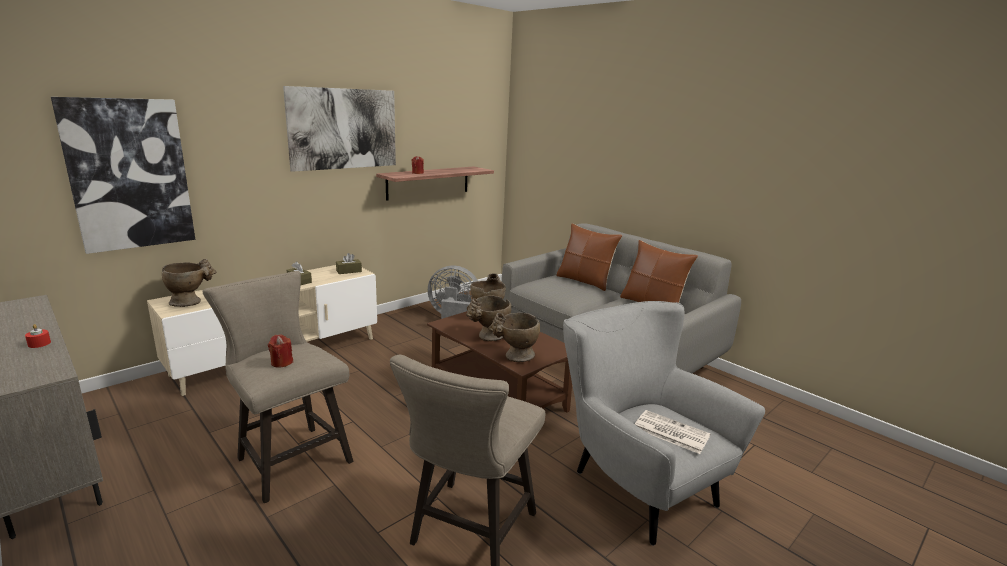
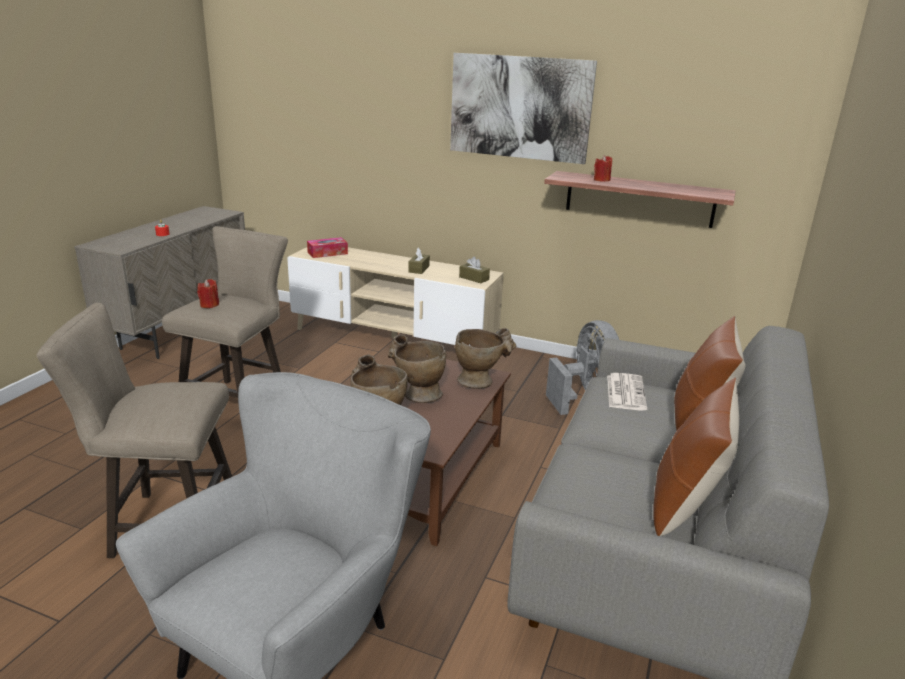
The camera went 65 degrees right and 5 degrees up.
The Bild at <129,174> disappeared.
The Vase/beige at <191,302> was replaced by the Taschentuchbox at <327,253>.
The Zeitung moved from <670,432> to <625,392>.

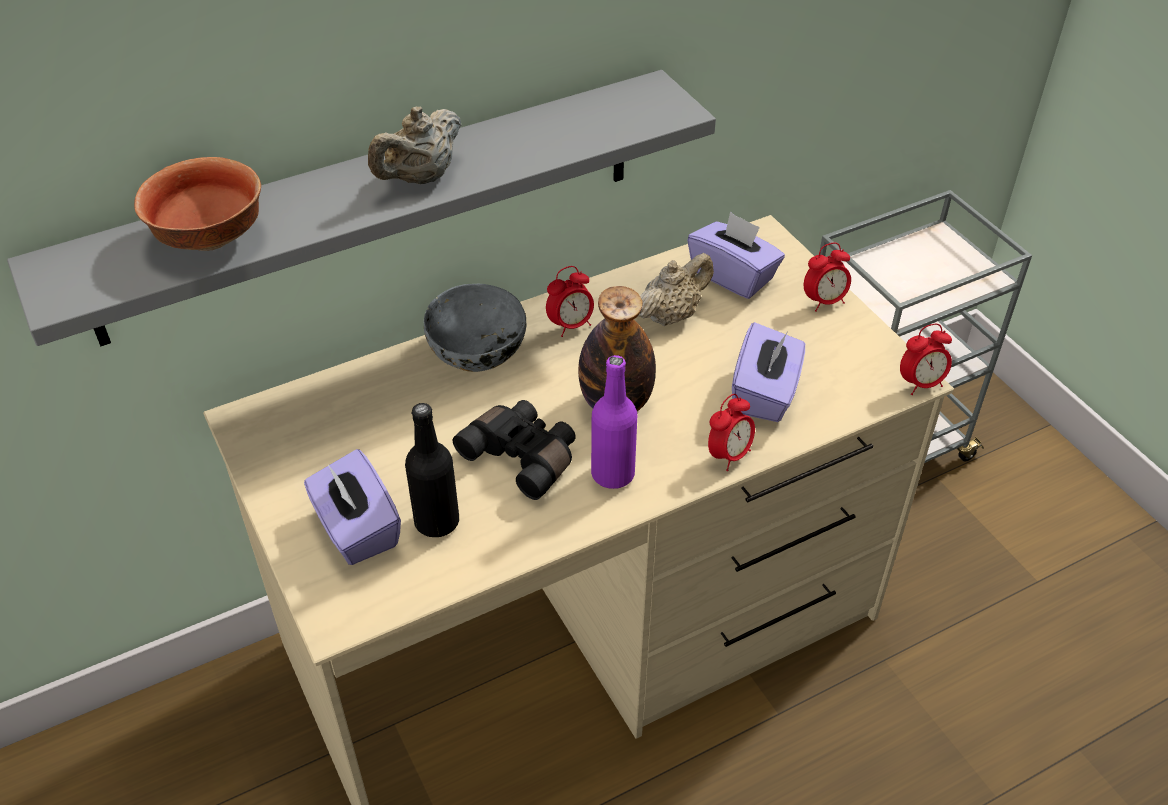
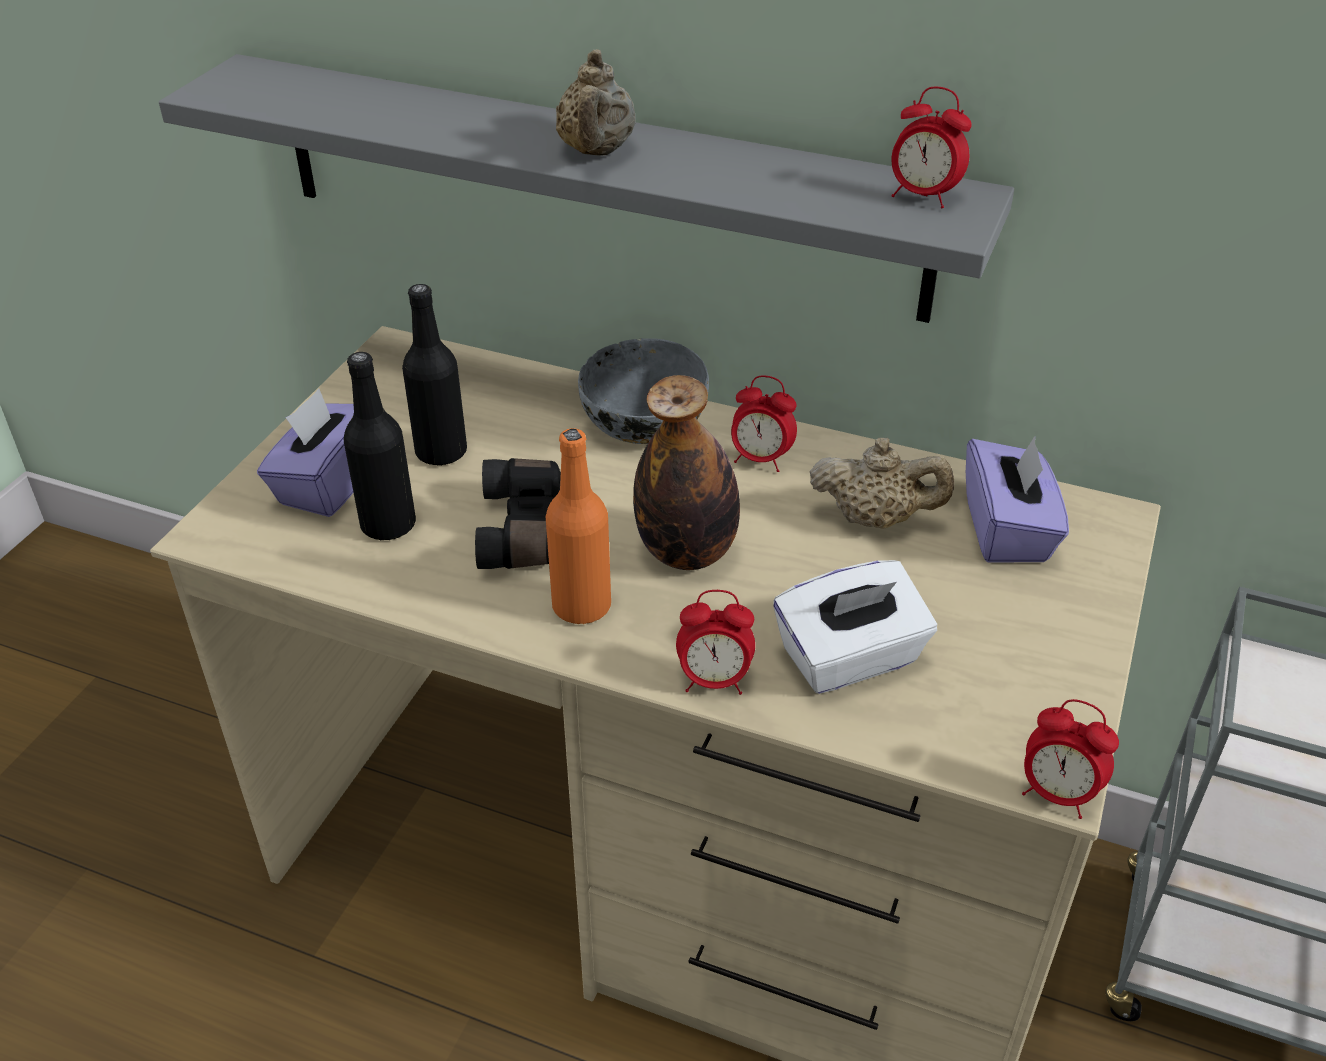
The camera went 50 degrees right and 5 degrees down.
The Teekanne/beige at <420,178> turned 90 degrees counterclockwise.
The Schüssel at <209,239> disappeared.
The Wecker moved from <824,301> to <922,197>.
The Taschentuchbox/lila at <765,394> became the Taschentuchbox/weiß at <850,659>.
The Flasche/lila at <612,474> became the Flasche/orange at <581,606>.
The Flasche/schwarz at <441,452> appeared.

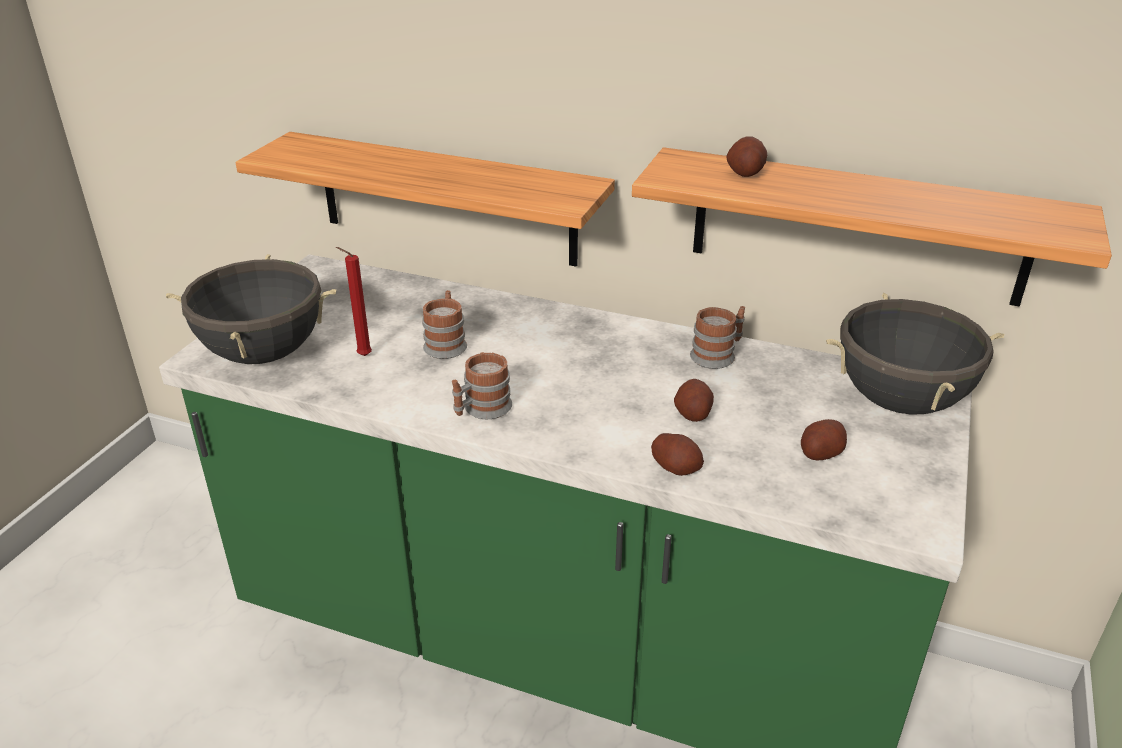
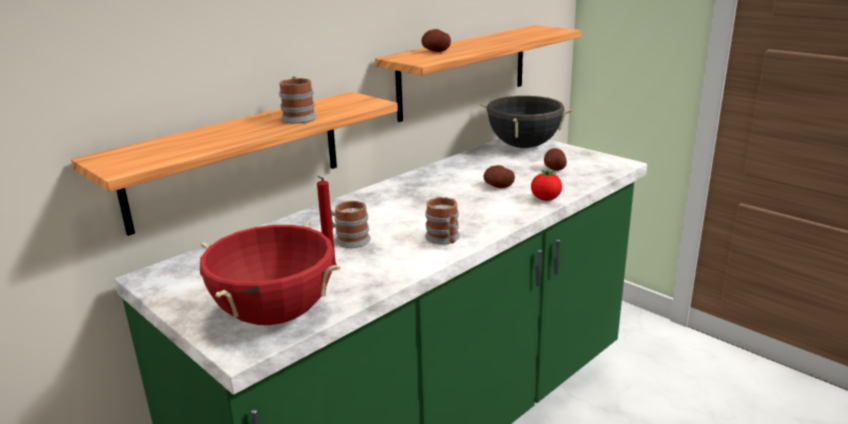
The camera went 65 degrees left and 10 degrees down.
The Kochtopf/schwarz at <264,353> became the Kochtopf/rot at <275,314>.
The Henkelbecher moved from <718,354> to <298,117>.
The Kartoffel at <676,467> was replaced by the Tomate at <545,199>.

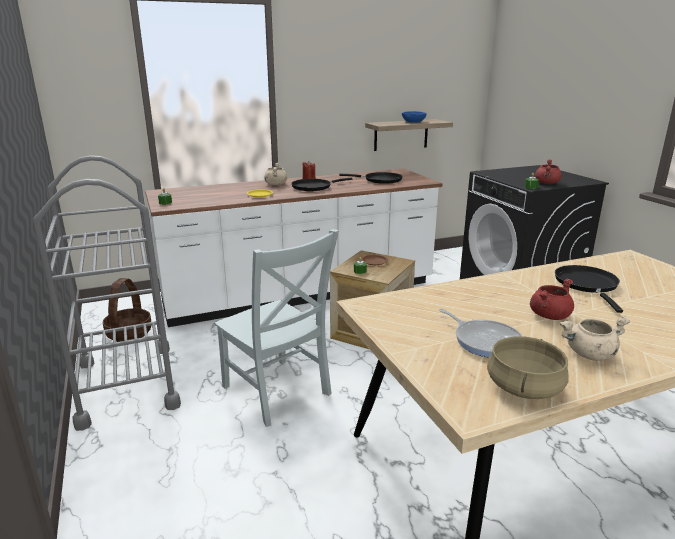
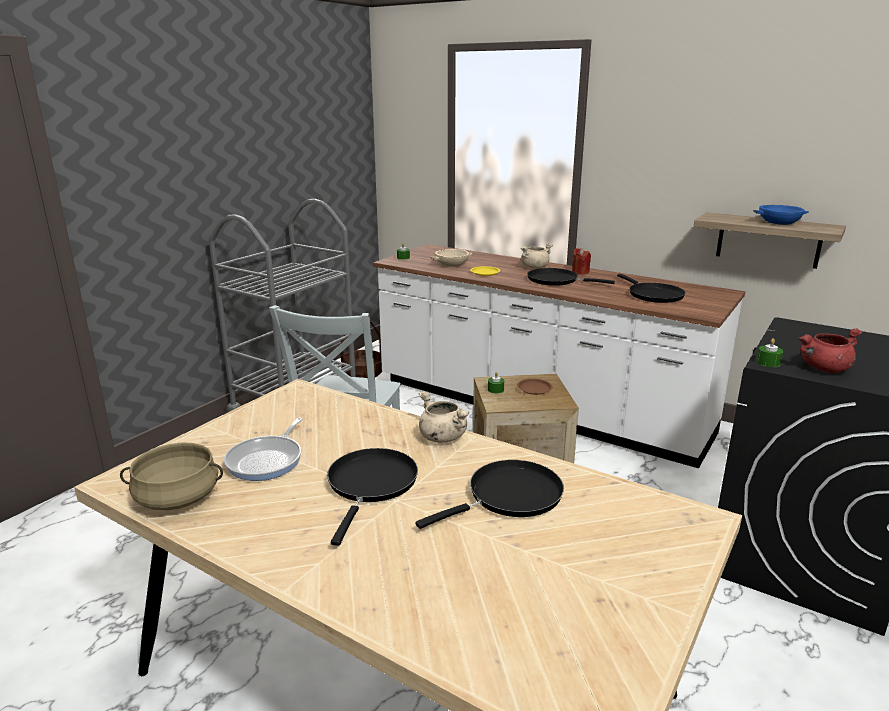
The camera went 55 degrees right and 0 degrees up.
The Kochtopf/rot at <549,315> was replaced by the Pfanne/schwarz at <371,485>.
The Kochtopf/beige moved from <589,354> to <441,437>.
The Schüssel/beige at <451,264> appeared.

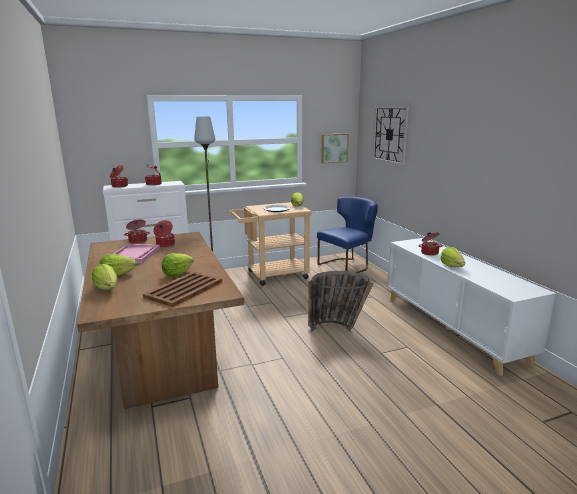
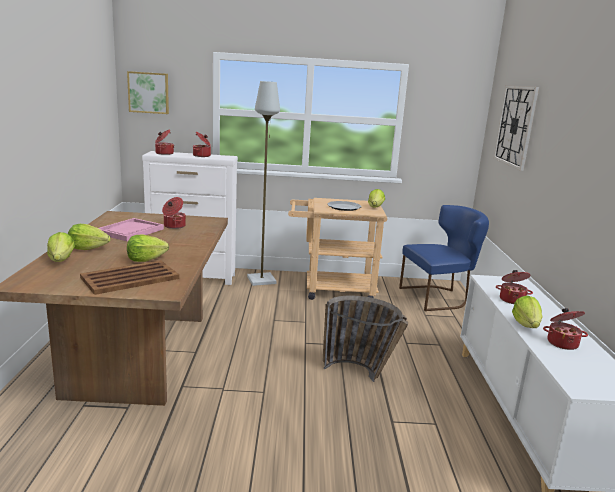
The camera went 20 degrees right and 0 degrees up.
The Bild moved from <334,148> to <148,92>.
The Kochtopf moved from <138,241> to <562,343>.

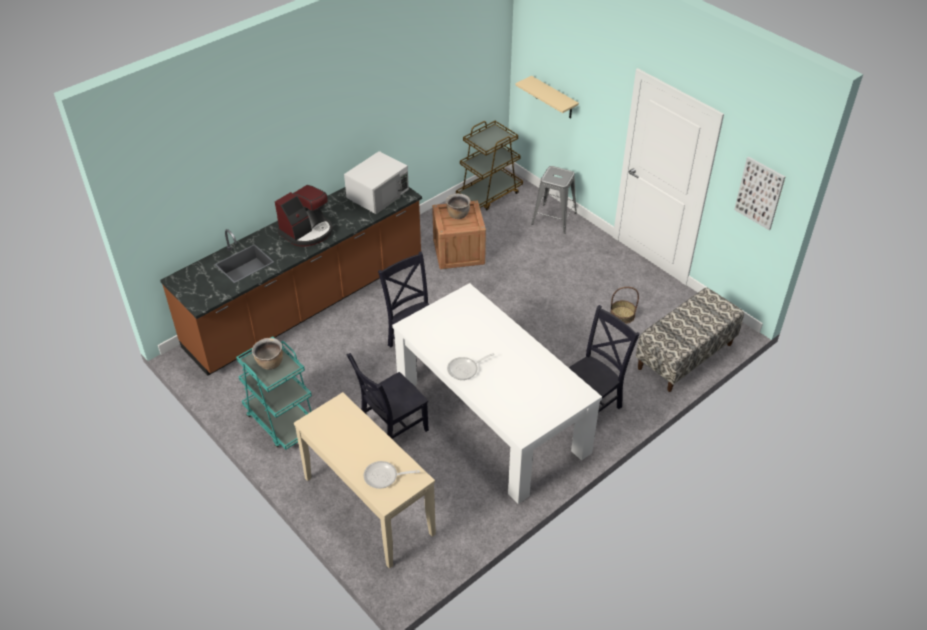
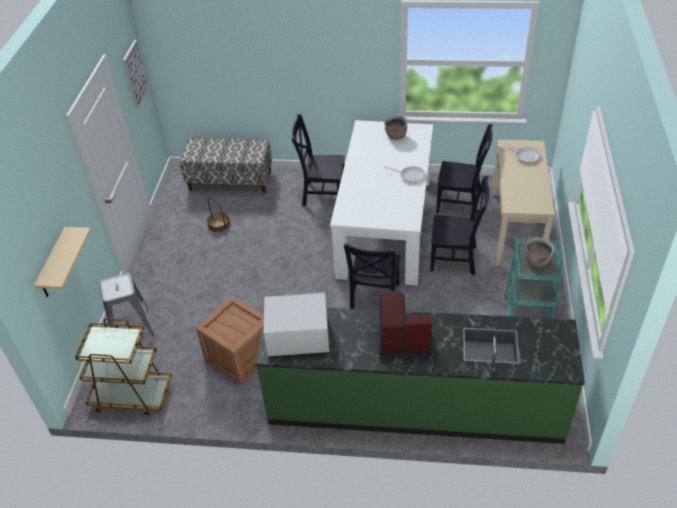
The camera went 130 degrees left and 0 degrees up.
The Küchenzeile/braun at <307,303> became the Küchenzeile/grün at <414,404>.
The Kochtopf/braun moved from <458,214> to <396,136>.
The Stuhl/schwarz at <461,203> appeared.

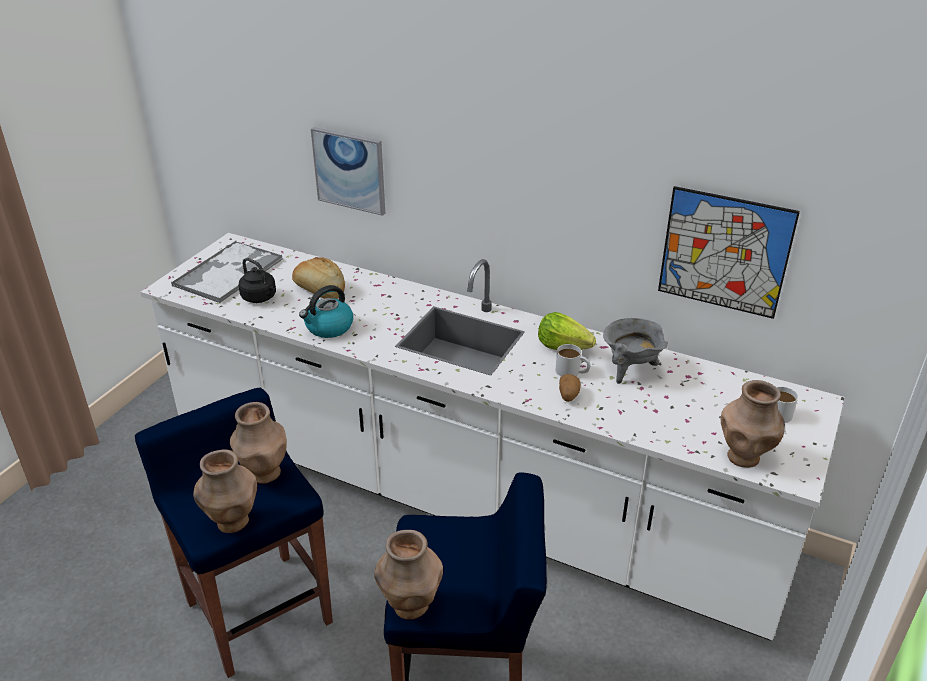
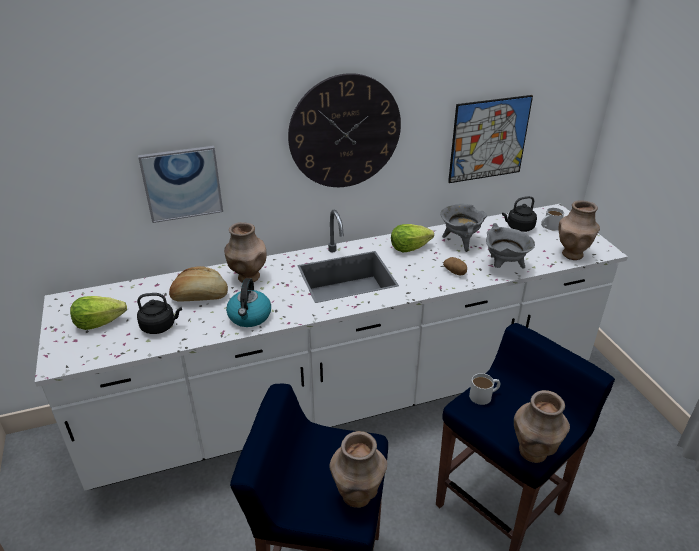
The camera went 45 degrees left and 0 degrees up.
The Tablett at <229,272> was replaced by the Salatkopf at <99,323>.
The Henkelbecher/weiß moved from <572,372> to <484,395>.
The Vase/braun moved from <264,473> to <248,277>.
The Wanduhr at <345,132> appeared.
The Wasserkessel/schwarz at <518,227> appeared.
The Kochtopf/grau at <504,266> appeared.

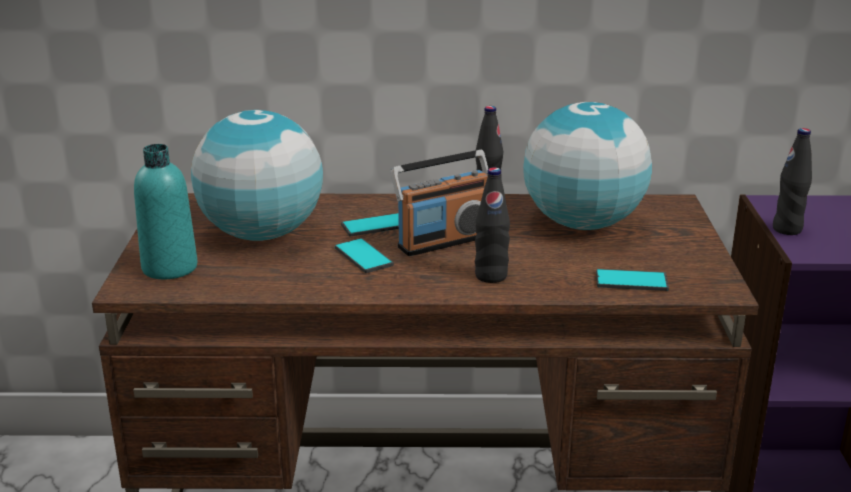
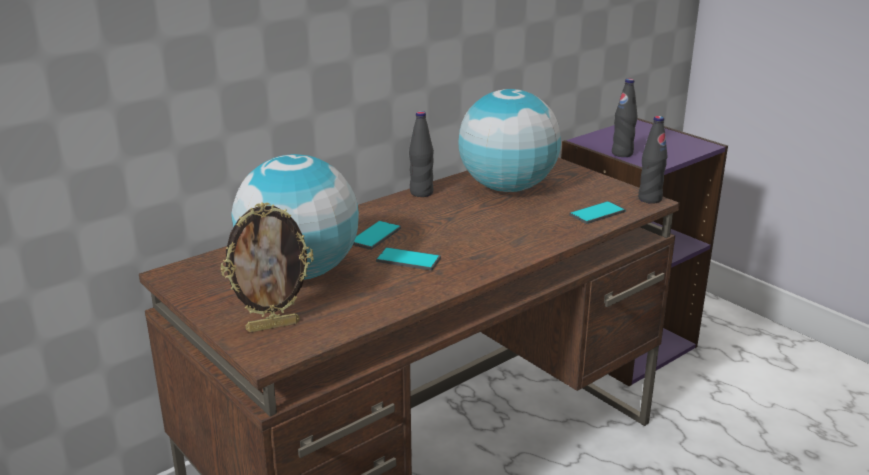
The camera went 40 degrees left and 0 degrees up.
The Flasche/türkis at <170,268> was replaced by the Bilderrahmen at <273,326>.
The Radio at <443,241> disappeared.
The Flasche/schwarz moved from <491,276> to <649,199>.

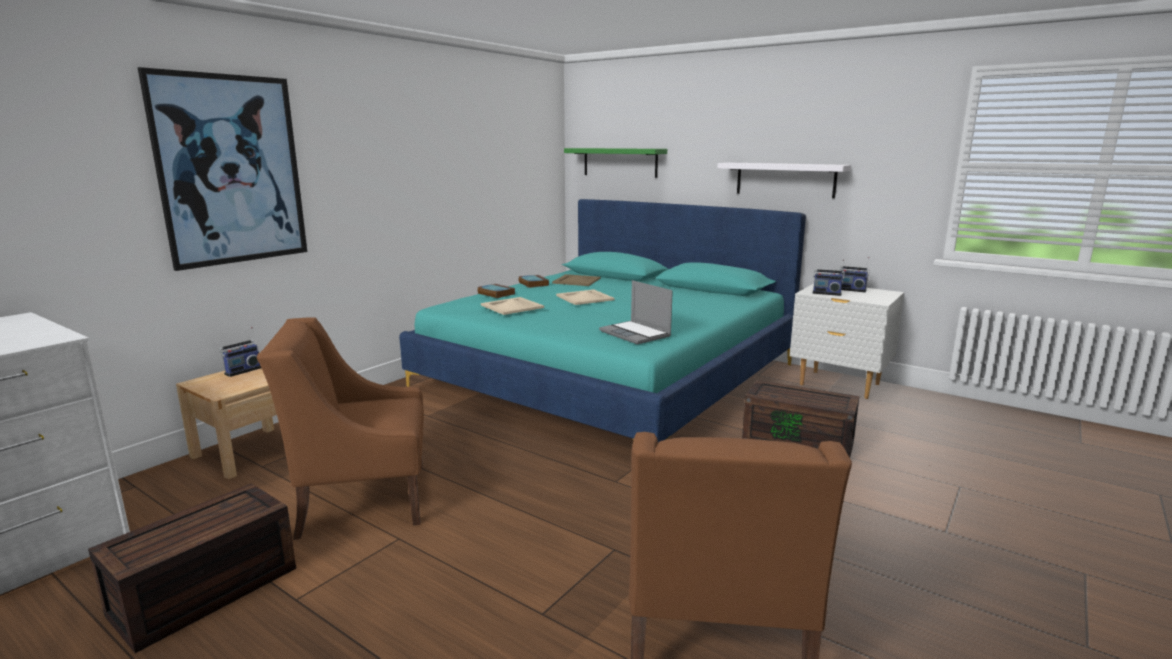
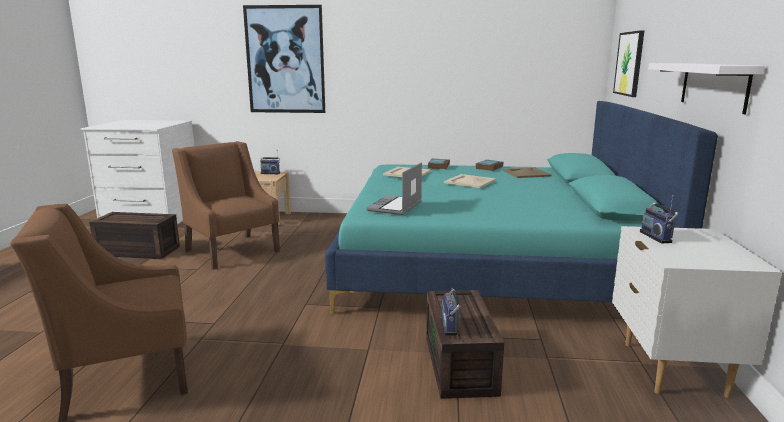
The camera went 60 degrees right and 0 degrees up.
The Wandregal/grün at <620,162> was replaced by the Bild at <629,63>.
The Radio moved from <851,289> to <450,326>.

